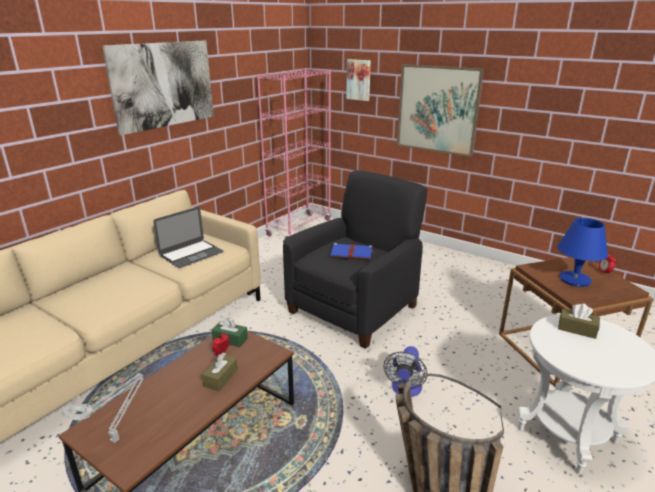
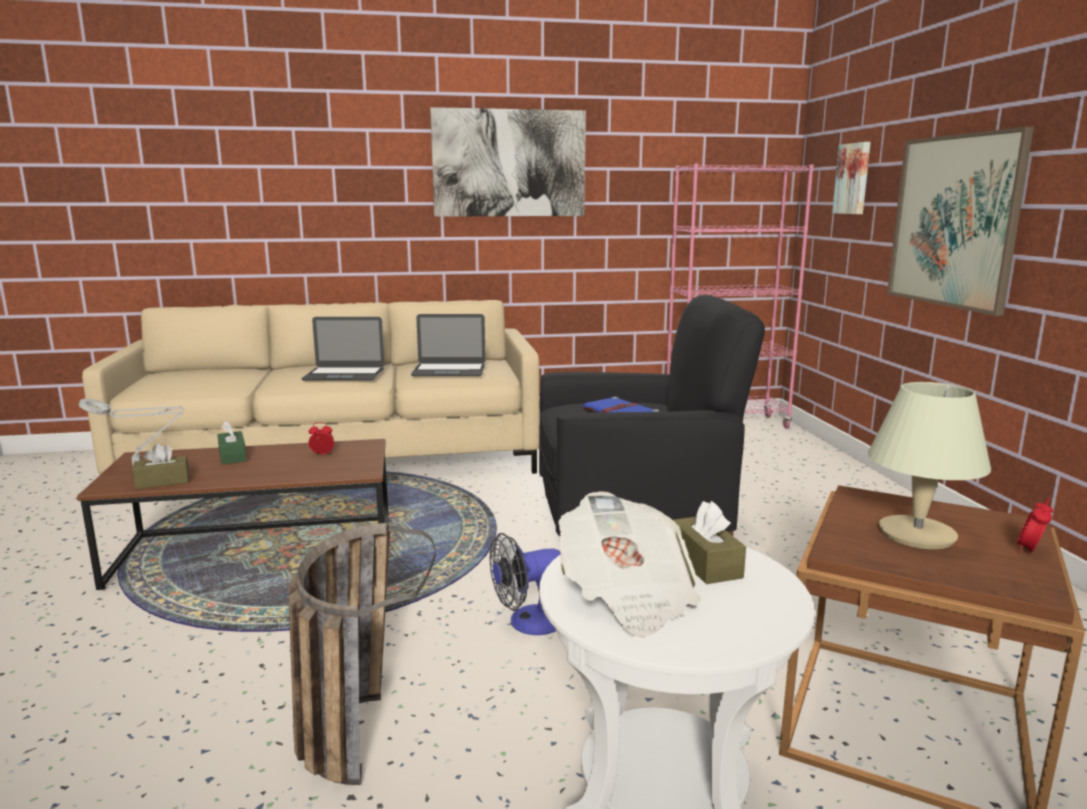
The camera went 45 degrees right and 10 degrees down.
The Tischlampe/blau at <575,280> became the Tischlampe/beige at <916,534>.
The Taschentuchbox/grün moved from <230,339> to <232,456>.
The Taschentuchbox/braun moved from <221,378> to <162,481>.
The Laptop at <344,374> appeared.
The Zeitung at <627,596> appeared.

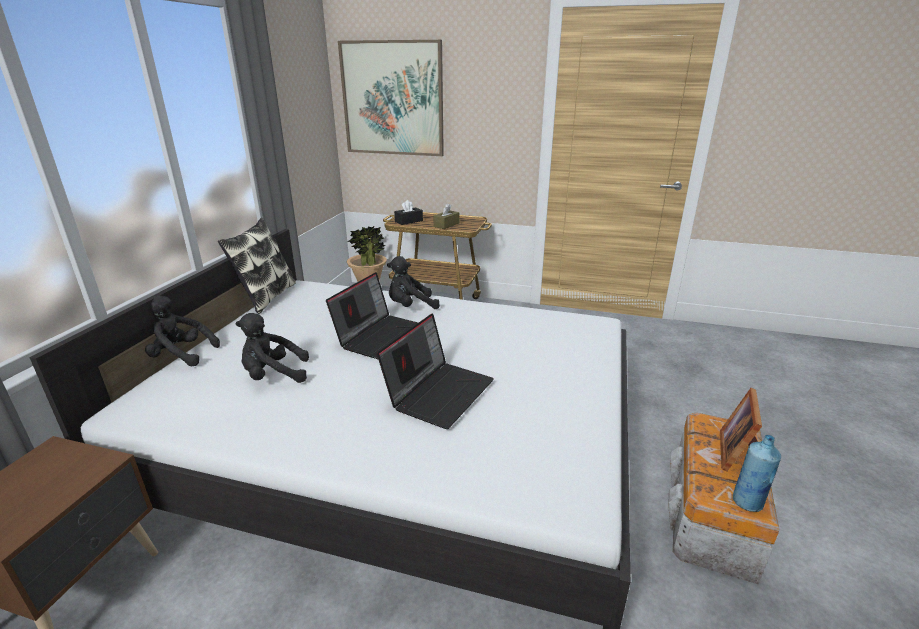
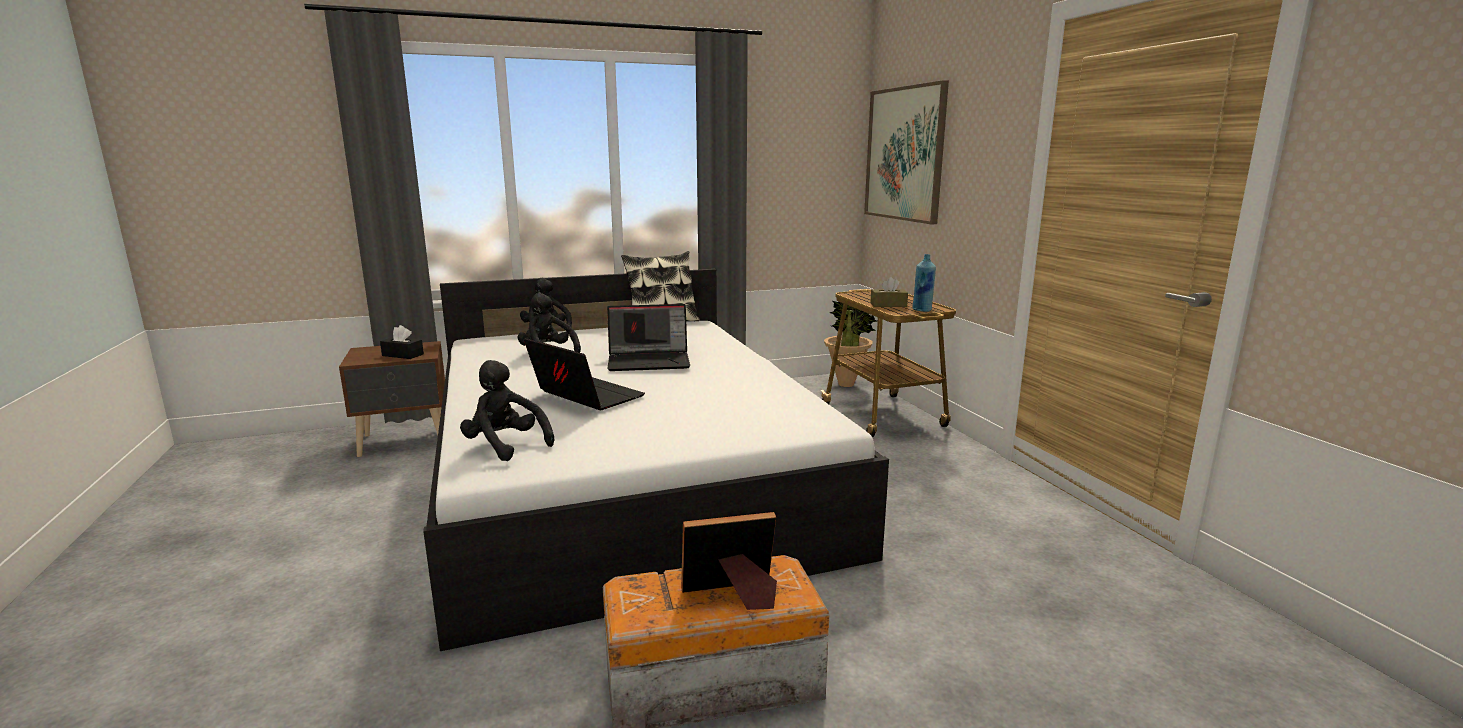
The camera went 55 degrees right and 10 degrees down.
The Taschentuchbox/schwarz moved from <409,221> to <403,355>.
The Plüschtier/schwarz moved from <410,306> to <505,446>.
The Laptop at <439,392> turned 135 degrees counterclockwise.
The Flasche/blau moved from <747,502> to <922,310>.

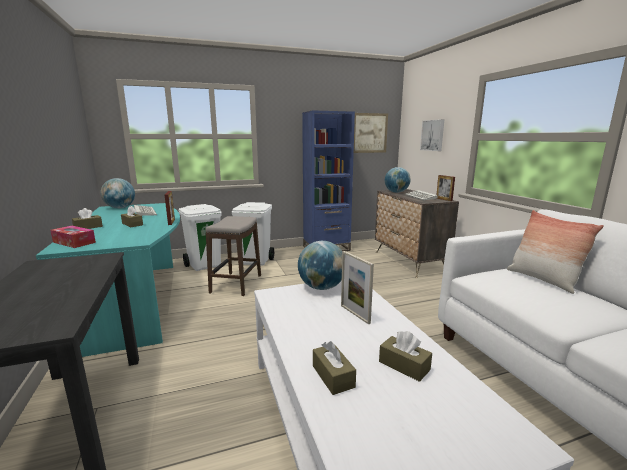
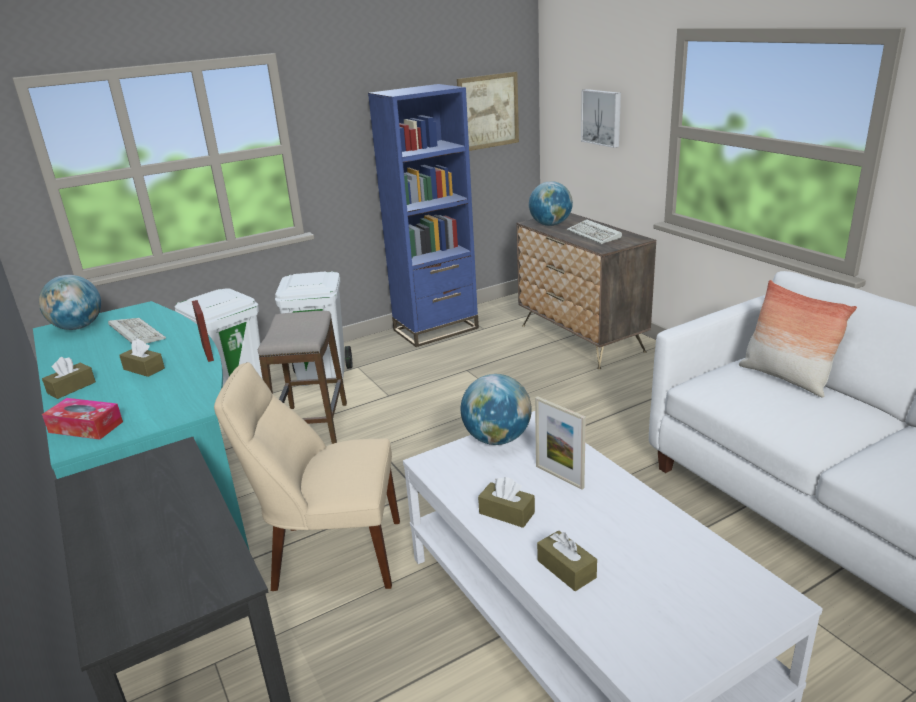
The camera went 10 degrees left and 10 degrees up.
The Bilderrahmen at <444,199> disappeared.
The Taschentuchbox/braun moved from <404,365> to <506,513>.
The Stuhl/beige at <331,555> appeared.

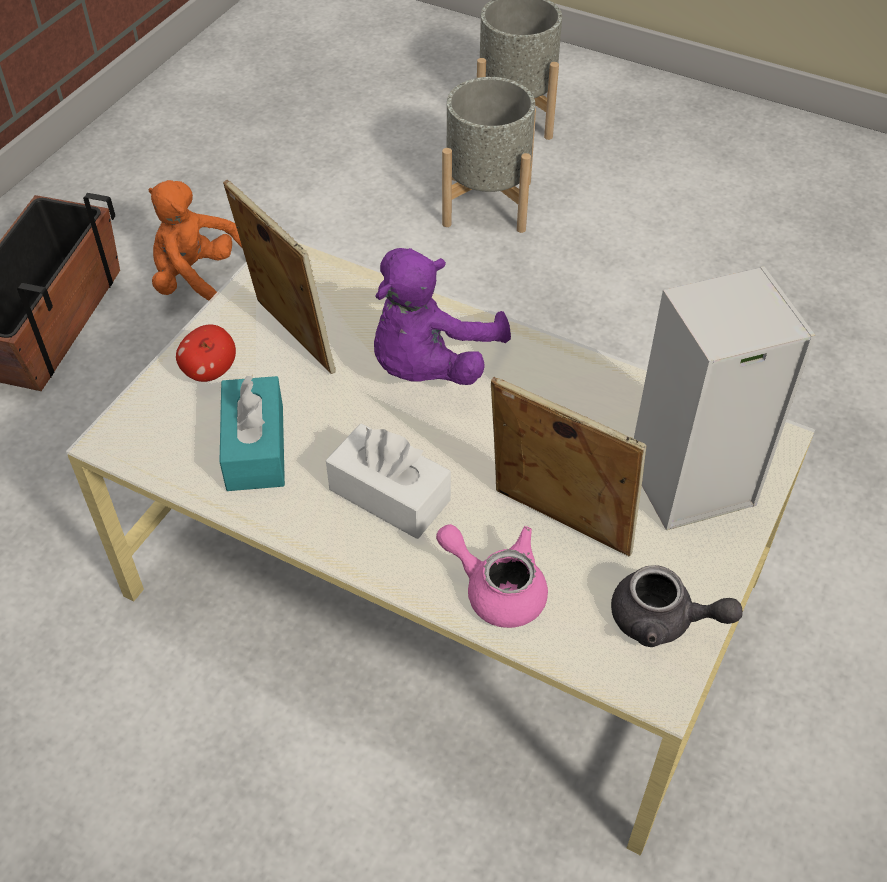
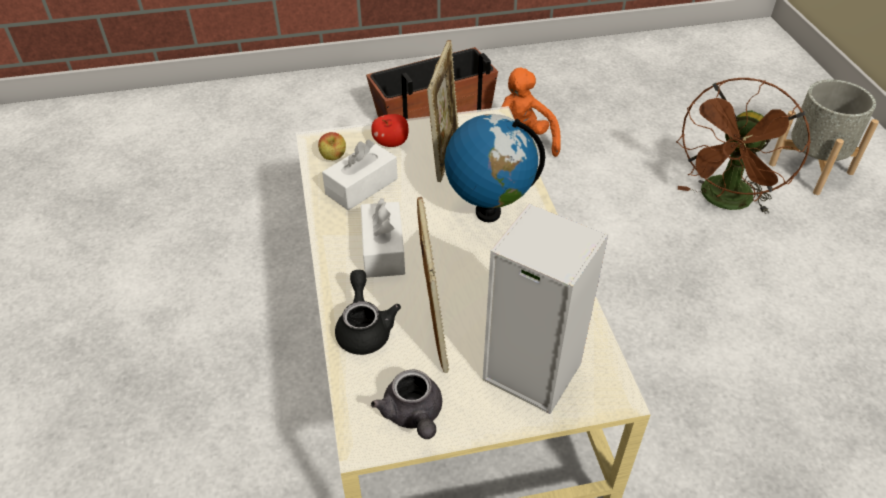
The camera went 50 degrees right and 5 degrees down.
The Pflanzkübel/grau at <486,203> was replaced by the Ventilator/braun at <724,202>.
The Plüschtier/lila at <429,364> was replaced by the Globus at <488,212>.
The Taschentuchbox/türkis at <255,447> became the Taschentuchbox/weiß at <361,186>.
The Teekanne/rosa at <496,588> became the Teekanne/schwarz at <364,328>.
The Apfel at <333,158> appeared.

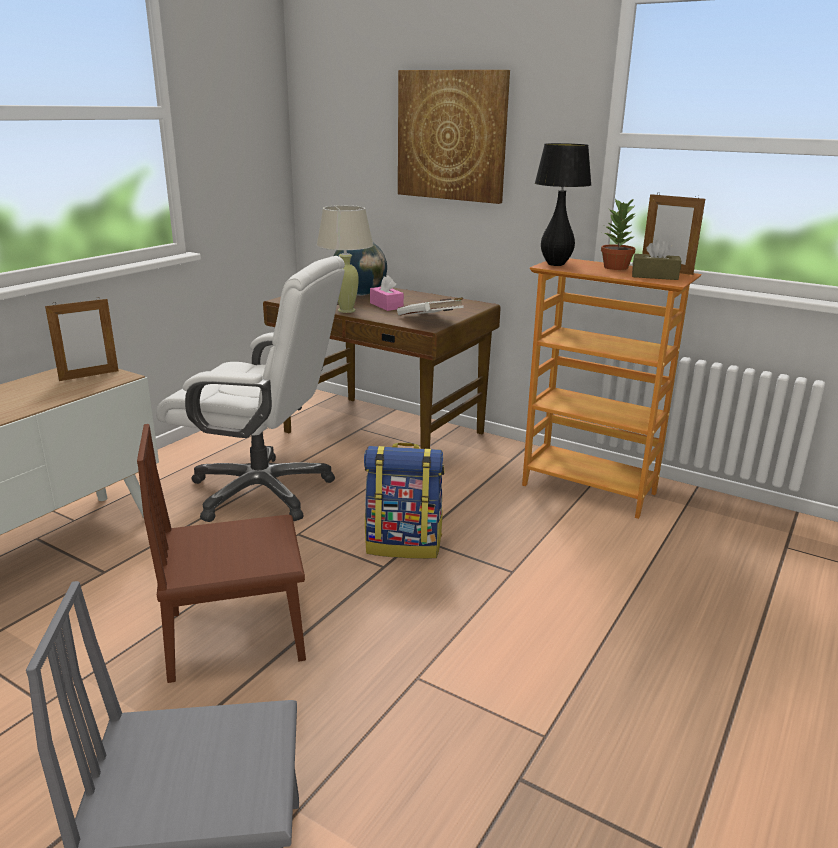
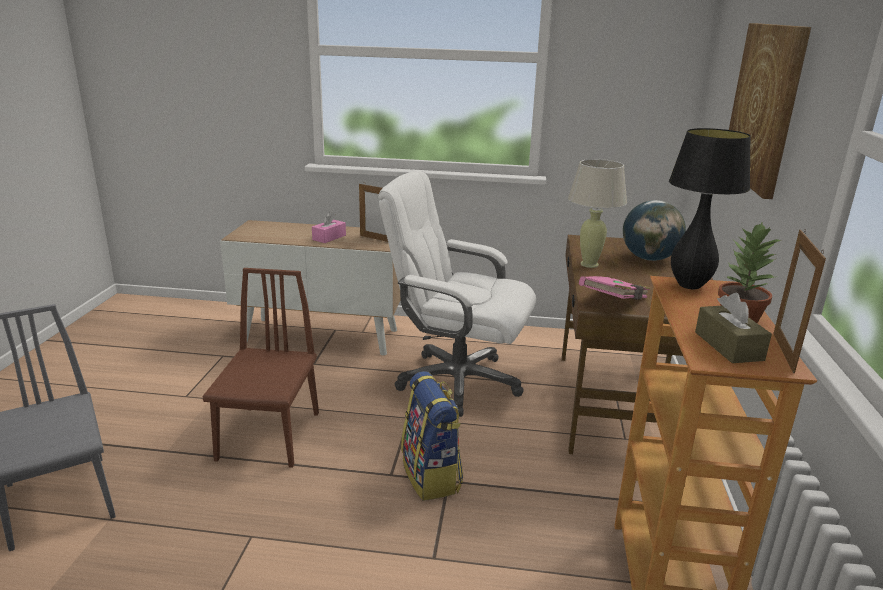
The camera went 65 degrees right and 0 degrees up.
The Bürostuhl/weiß at <263,491> turned 120 degrees clockwise.
The Taschentuchbox/rosa moved from <386,305> to <329,237>.
The Buch/weiß at <430,321> became the Buch/rosa at <614,302>.
The Stuhl/braun at <236,636> turned 45 degrees clockwise.

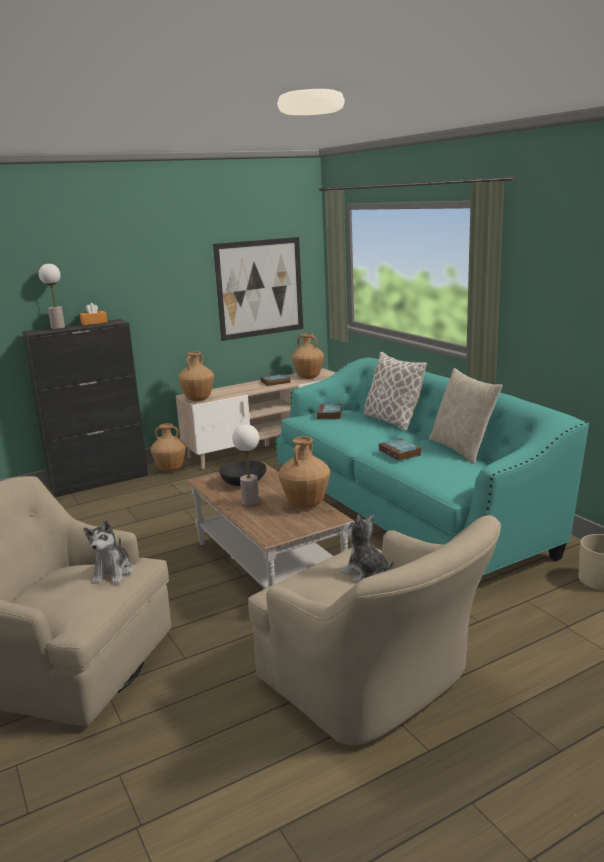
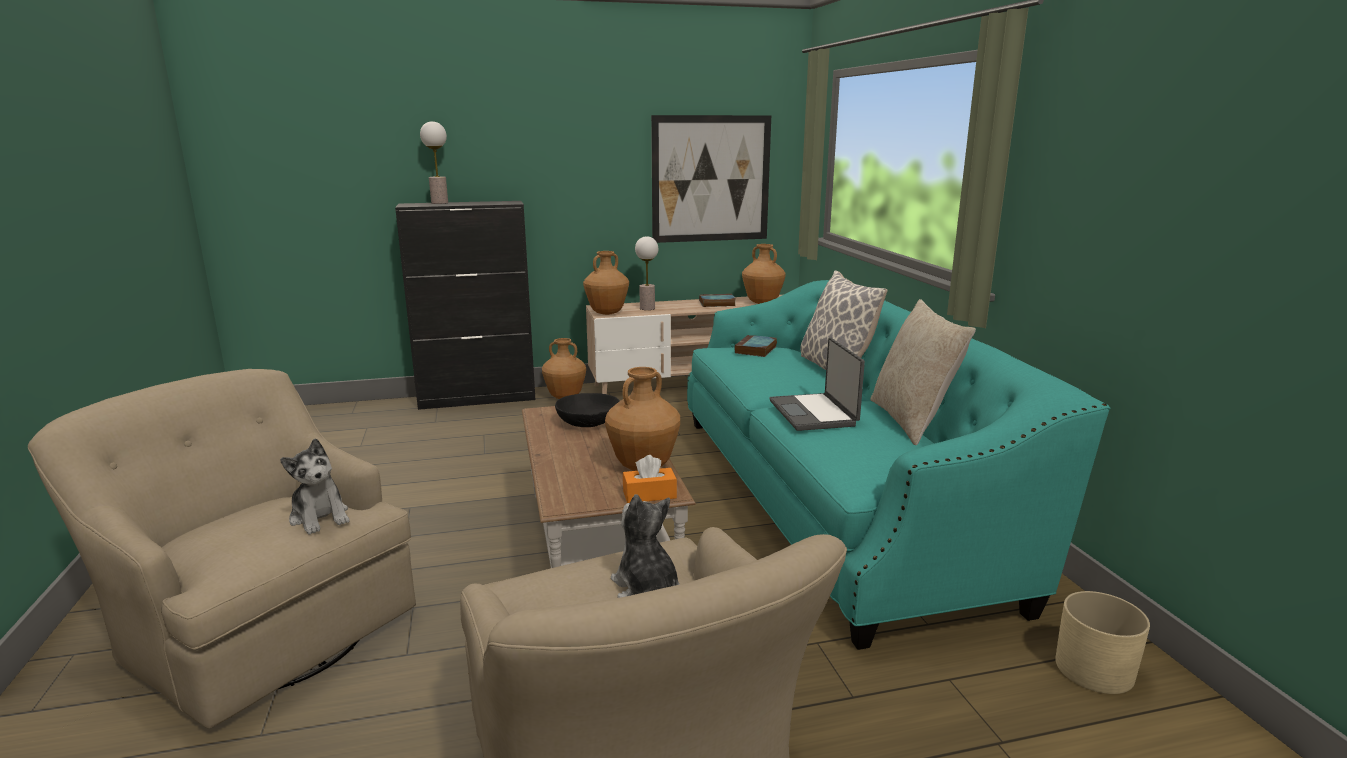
The camera went 15 degrees right and 0 degrees up.
The Taschentuchbox/orange moved from <94,323> to <649,495>.
The Tischlampe moved from <250,502> to <647,308>.
The Buch at <400,453> was replaced by the Laptop at <814,413>.
The Plüschtier at <113,573> turned 60 degrees counterclockwise.

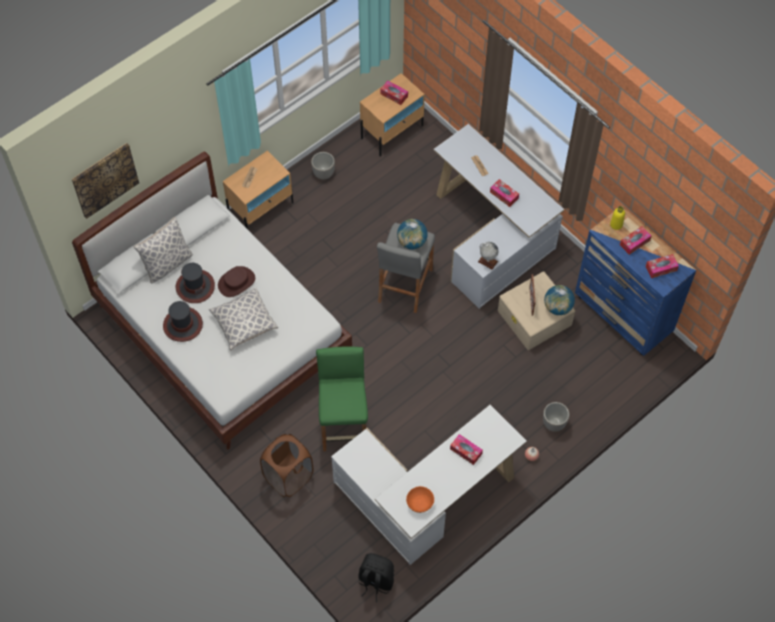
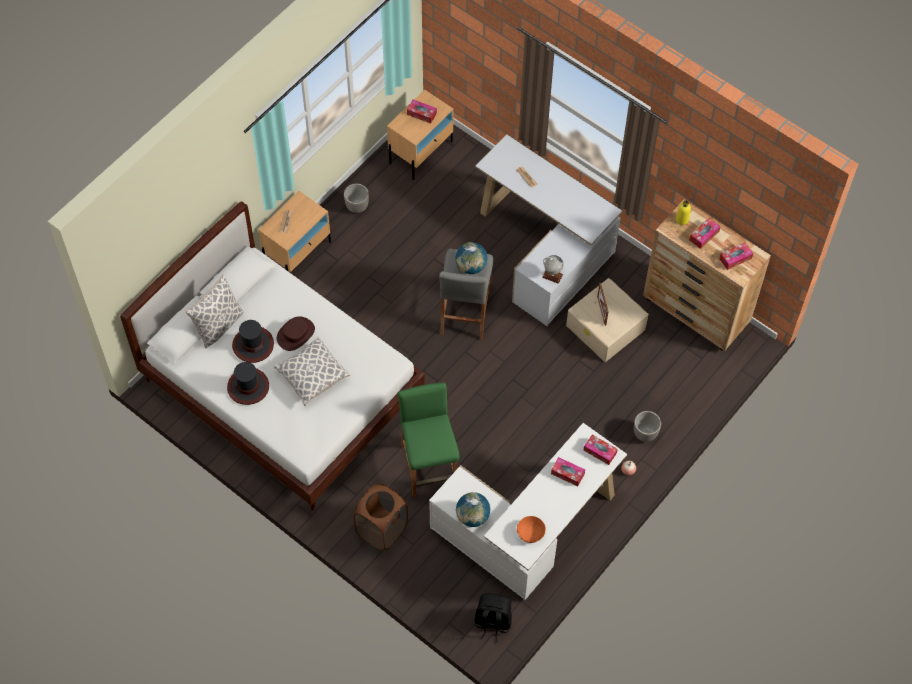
The camera went 10 degrees left and 0 degrees up.
The Bild at <105,179> disappeared.
The Taschentuchbox moved from <504,195> to <600,451>.
The Kommode/blau at <623,315> became the Kommode/braun at <696,312>.
The Globus moved from <557,307> to <472,516>.

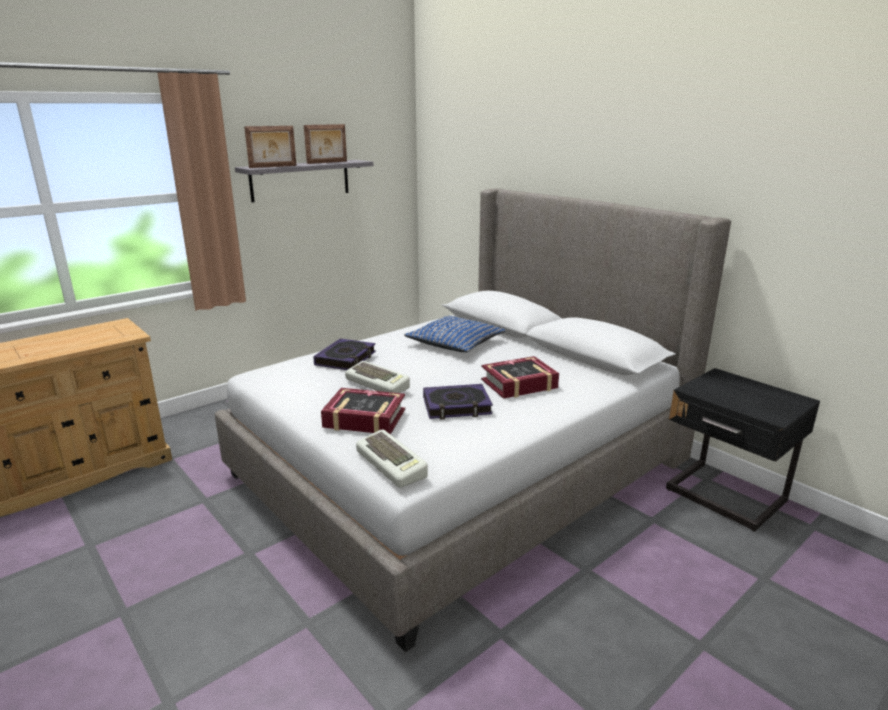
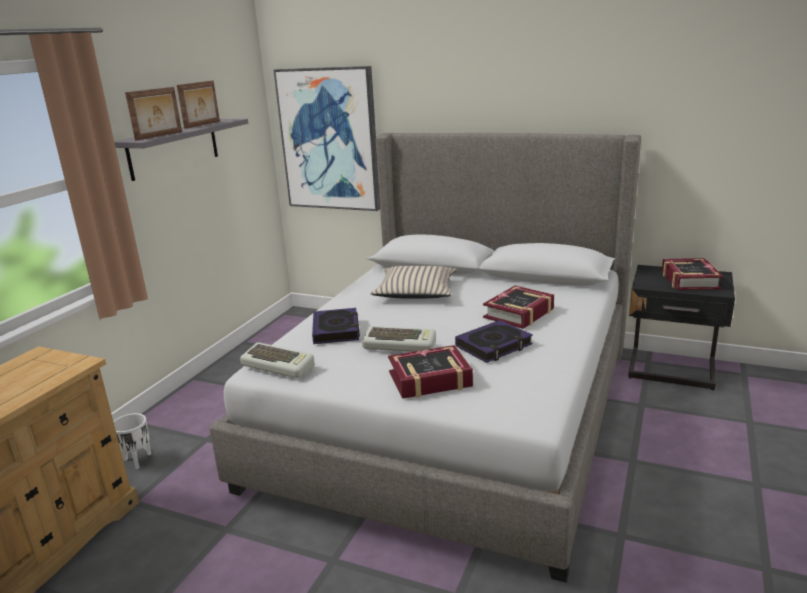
The camera went 25 degrees left and 0 degrees up.
The Kissen/blau at <455,343> became the Kissen/beige at <416,292>.
The Tastatur moved from <393,464> to <279,365>.
The Bild at <329,139> appeared.
The Buch at <689,280> appeared.
The Pflanzkübel/weiß at <137,460> appeared.

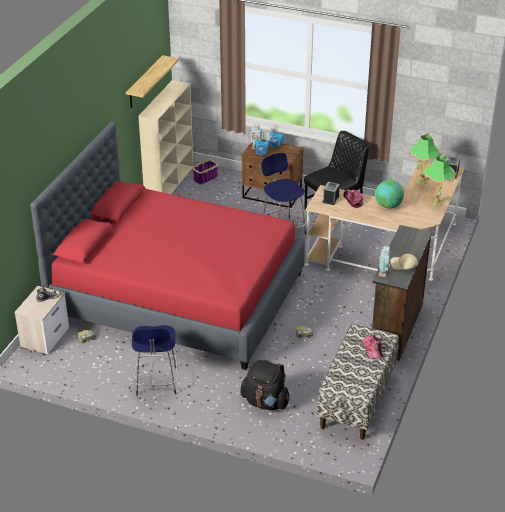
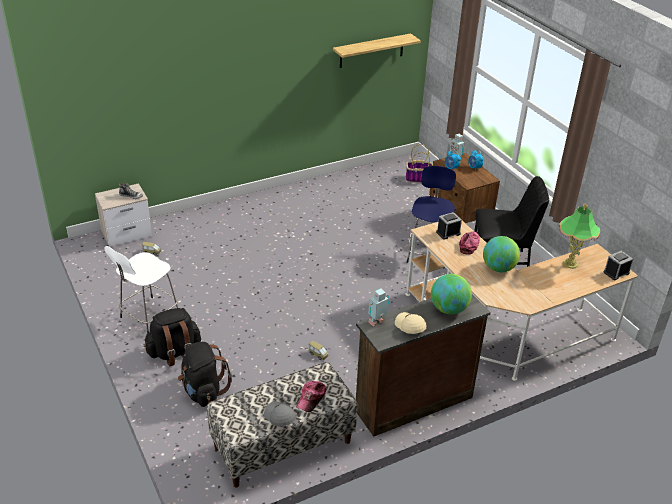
The camera went 40 degrees right and 0 degrees up.
The Bücherregal/beige at <169,182> disappeared.
The Bett/rot at <177,294> disappeared.
The Tischlampe at <436,202> disappeared.
The Hocker/blau at <156,382> became the Hocker/weiß at <148,317>.
The Globus at <448,309> appeared.
The Rucksack/schwarz at <174,352> appeared.
The Kappe/grau at <279,417> appeared.

